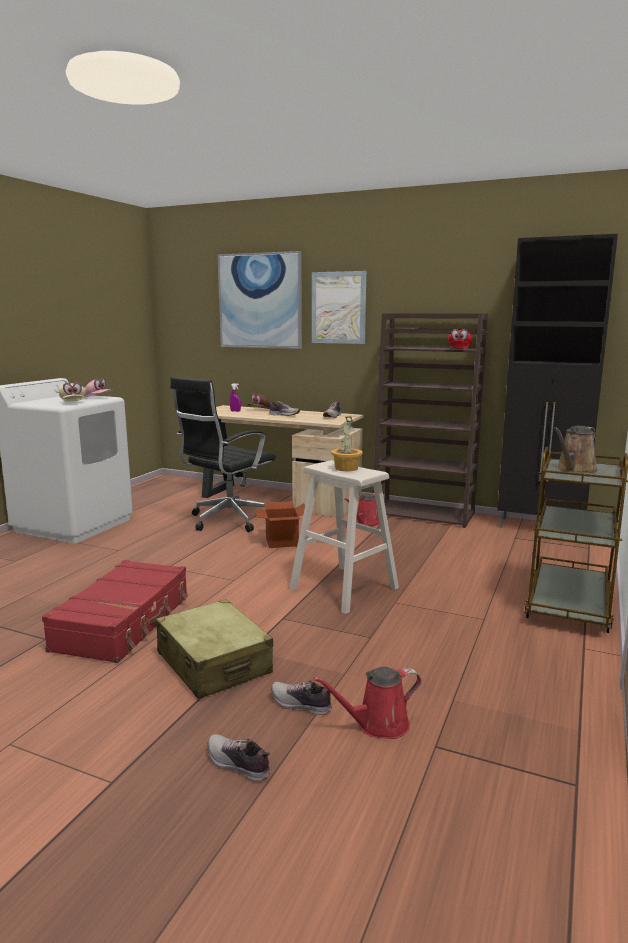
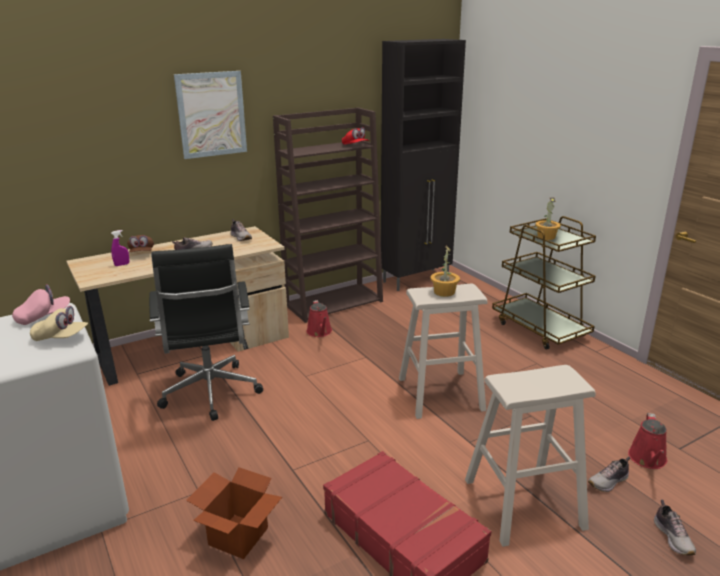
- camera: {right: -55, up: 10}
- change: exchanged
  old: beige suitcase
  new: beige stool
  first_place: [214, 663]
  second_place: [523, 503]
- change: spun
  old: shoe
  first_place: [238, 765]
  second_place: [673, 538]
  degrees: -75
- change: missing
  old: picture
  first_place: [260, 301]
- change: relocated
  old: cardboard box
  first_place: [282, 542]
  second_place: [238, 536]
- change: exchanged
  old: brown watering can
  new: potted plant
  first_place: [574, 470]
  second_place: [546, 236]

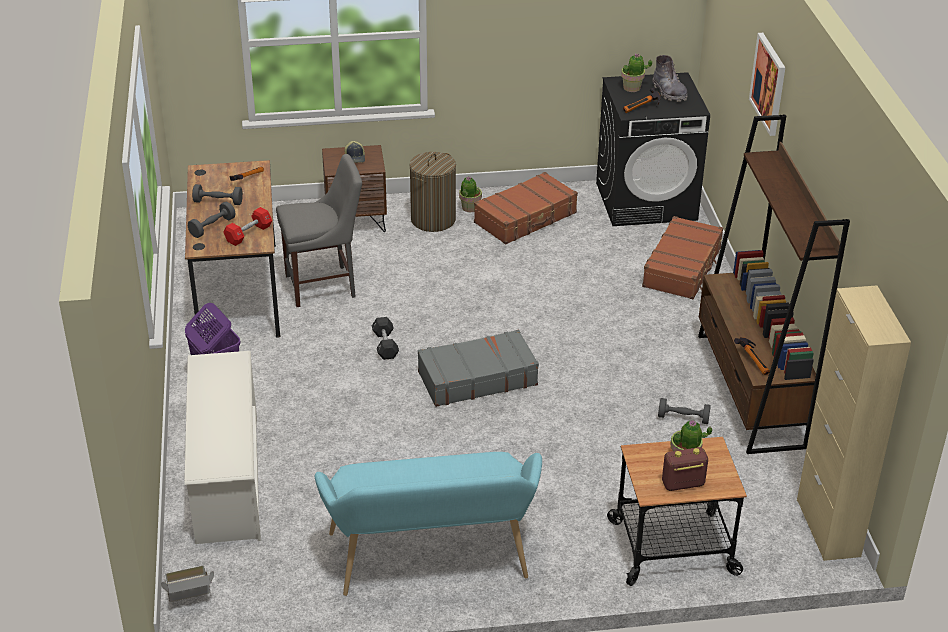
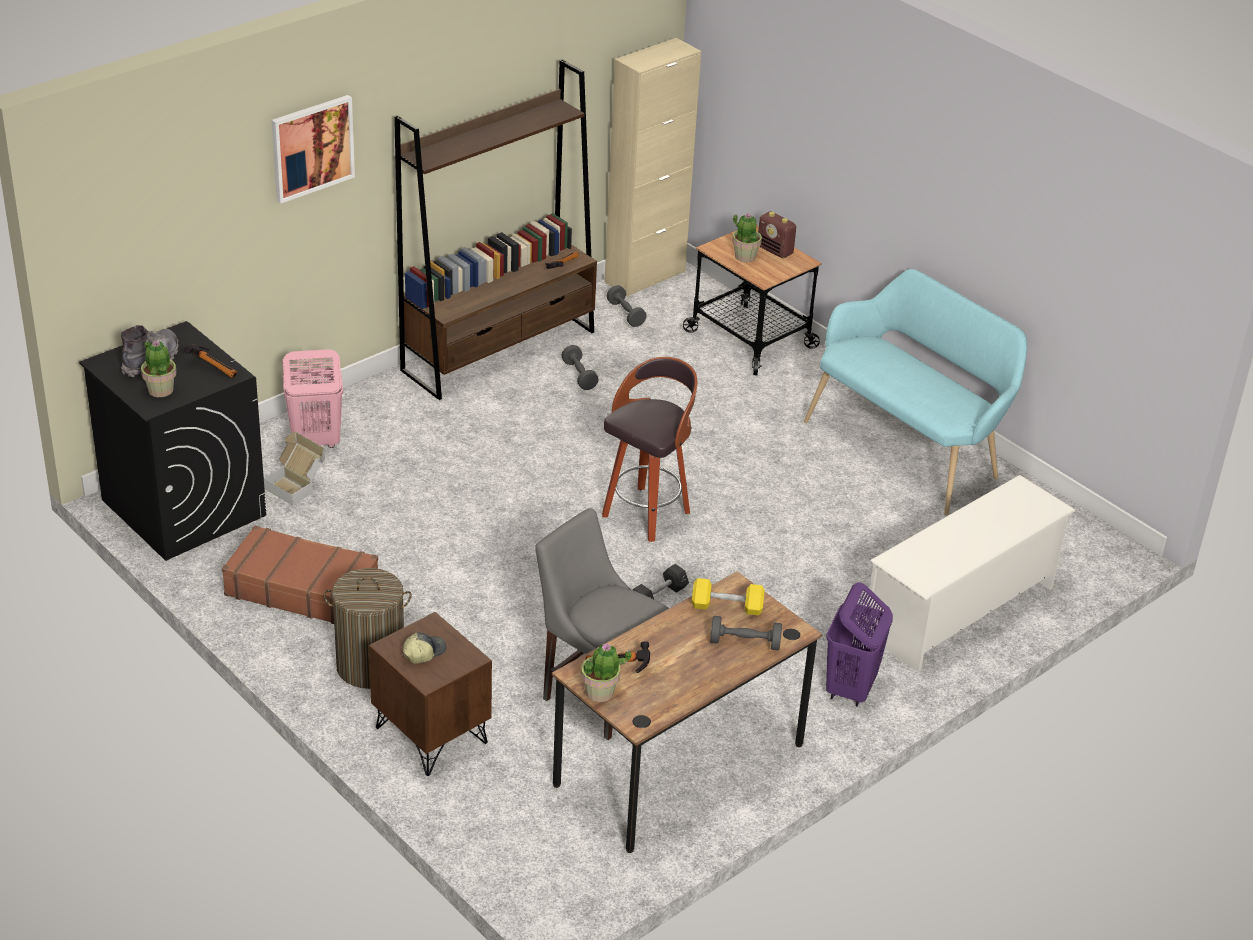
- camera: {right: -125, up: 0}
- change: relocated
  old: cardboard box
  first_place: [189, 596]
  second_place: [296, 486]
- change: relocated
  old: grey dumbbell
  first_place: [218, 202]
  second_place: [626, 314]
- change: colour
  old: red dumbbell
  new: yellow dumbbell
  first_place: [248, 234]
  second_place: [727, 606]
- change: exchanged
  old: grey suitcase
  new: stool
  first_place: [477, 378]
  second_place: [647, 513]
- change: relocated
  old: potted plant
  first_place: [470, 208]
  second_place: [600, 692]
- change: exchanged
  old: brown suitcase
  new: pink laundry basket
  first_place: [683, 267]
  second_place: [315, 442]

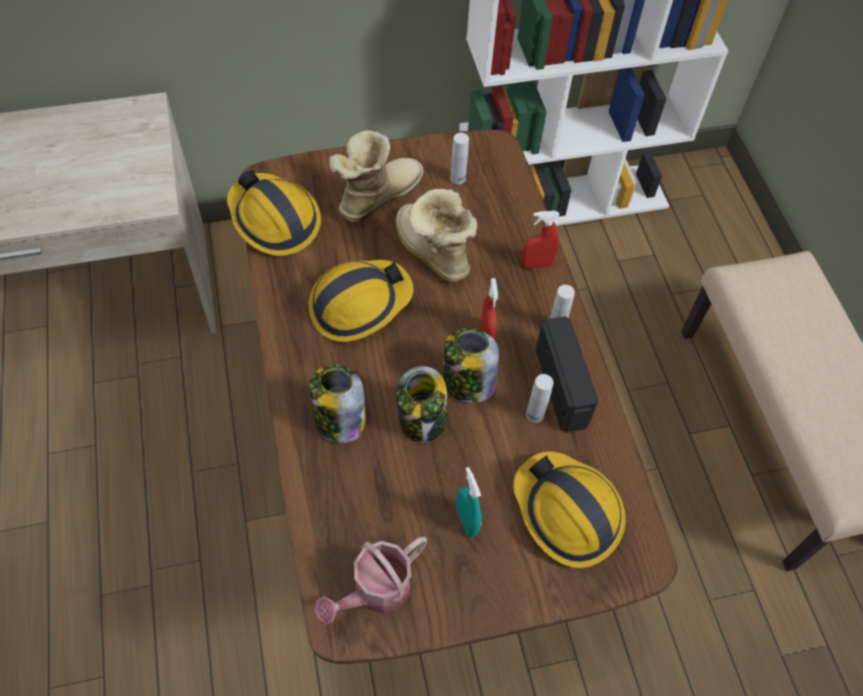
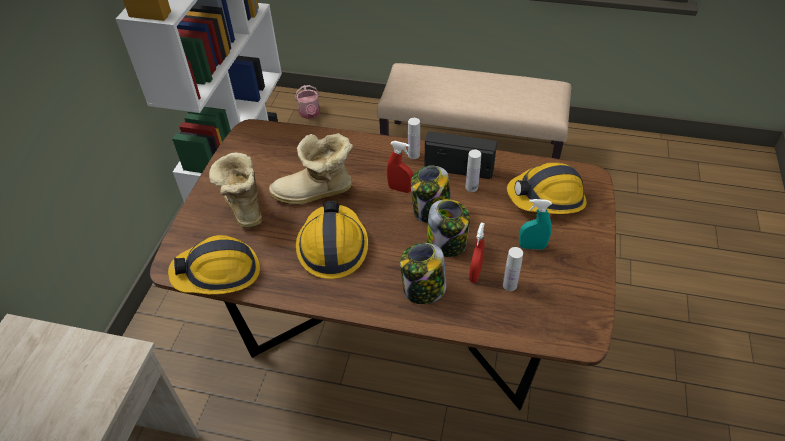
- camera: {right: -60, up: -10}
- change: relocated
  old: watering can
  first_place: [375, 591]
  second_place: [310, 114]
- change: relocated
  old: white bottle
  first_place: [457, 178]
  second_place: [509, 285]
- change: relocated
  old: red spray bottle
  first_place: [536, 264]
  second_place: [475, 273]

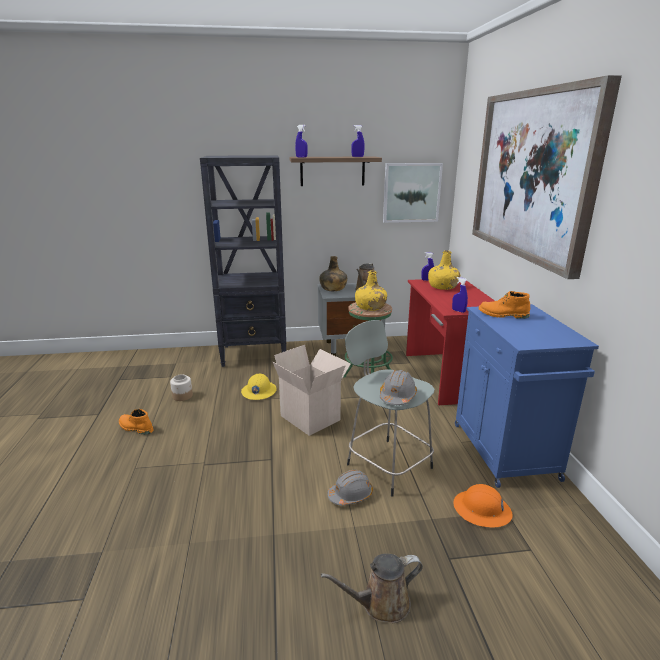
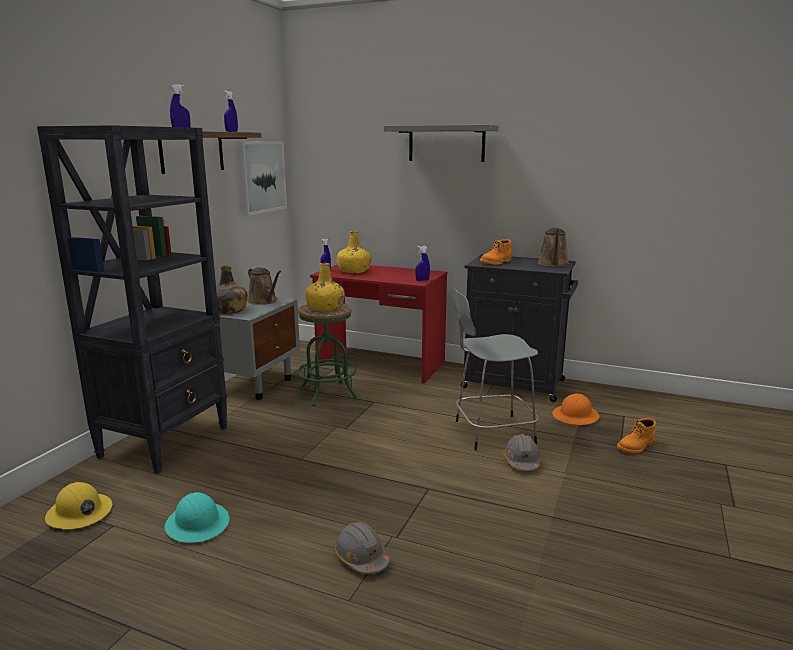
- camera: {right: -60, up: -5}
- change: relocated
  old: orange boot
  first_place: [135, 428]
  second_place: [636, 447]
- change: exchanged
  old: jar
  new: turquoise hard hat
  first_place: [182, 396]
  second_place: [198, 524]
- change: relocated
  old: yellow hard hat
  first_place: [258, 391]
  second_place: [79, 513]
- change: missing
  old: cardboard box
  first_place: [312, 417]
- change: relocated
  old: brown watering can
  first_place: [381, 603]
  second_place: [553, 264]
- change: relocated
  old: grey hard hat
  first_place: [397, 396]
  second_place: [361, 558]
- change: colour
  old: blue cabinet
  new: black cabinet
  first_place: [505, 453]
  second_place: [515, 384]
- change: exchanged
  old: picture
  new: grey shelf
  first_place: [532, 175]
  second_place: [446, 143]

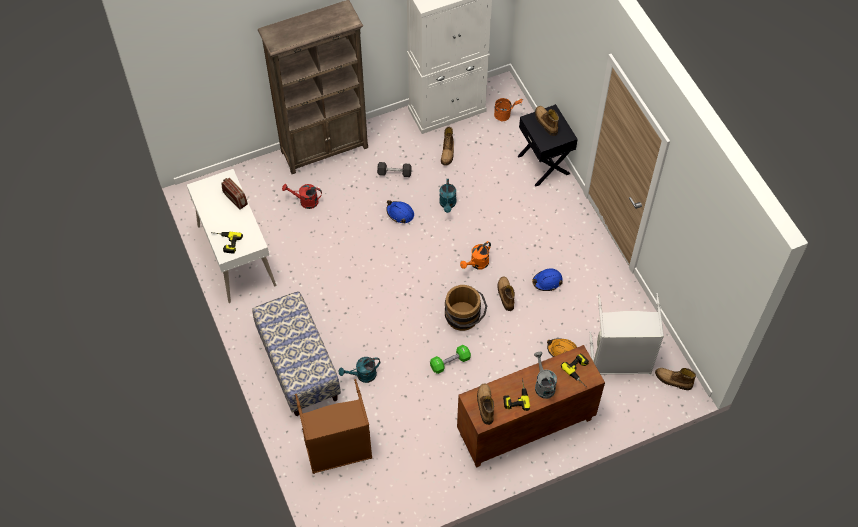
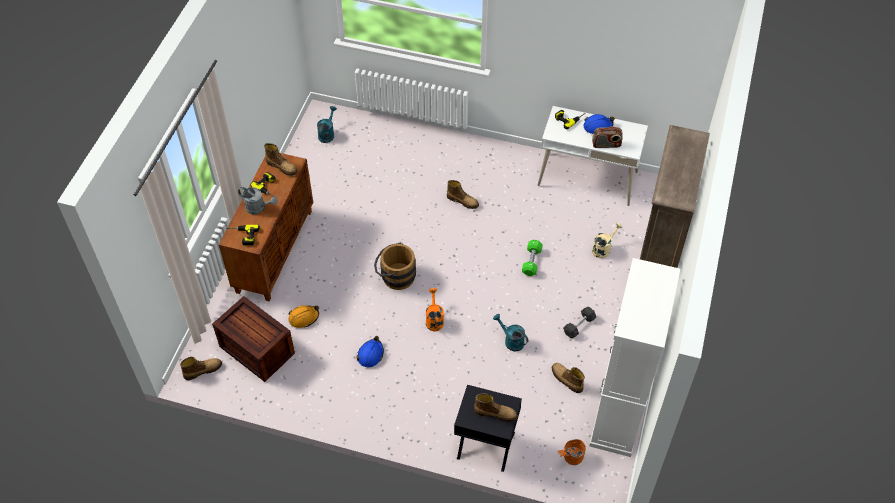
- camera: {right: 130, up: -5}
- change: missing
  old: bench
  first_place: [298, 366]
- change: colour
  old: red watering can
  new: beige watering can
  first_place: [305, 201]
  second_place: [603, 248]
- change: missing
  old: brown laundry basket
  first_place: [338, 451]
- change: relocated
  old: turquoise watering can
  first_place: [362, 375]
  second_place: [327, 134]
- change: relocated
  old: blue hard hat
  first_place: [400, 213]
  second_place: [597, 127]
- change: relocated
  old: green dumbbell
  first_place: [450, 362]
  second_place: [531, 262]
- change: relocated
  old: boot
  first_place: [505, 295]
  second_place: [463, 201]
- change: exchanged
  old: grey laundry basket
  new: crate
  first_place: [620, 360]
  second_place: [256, 349]

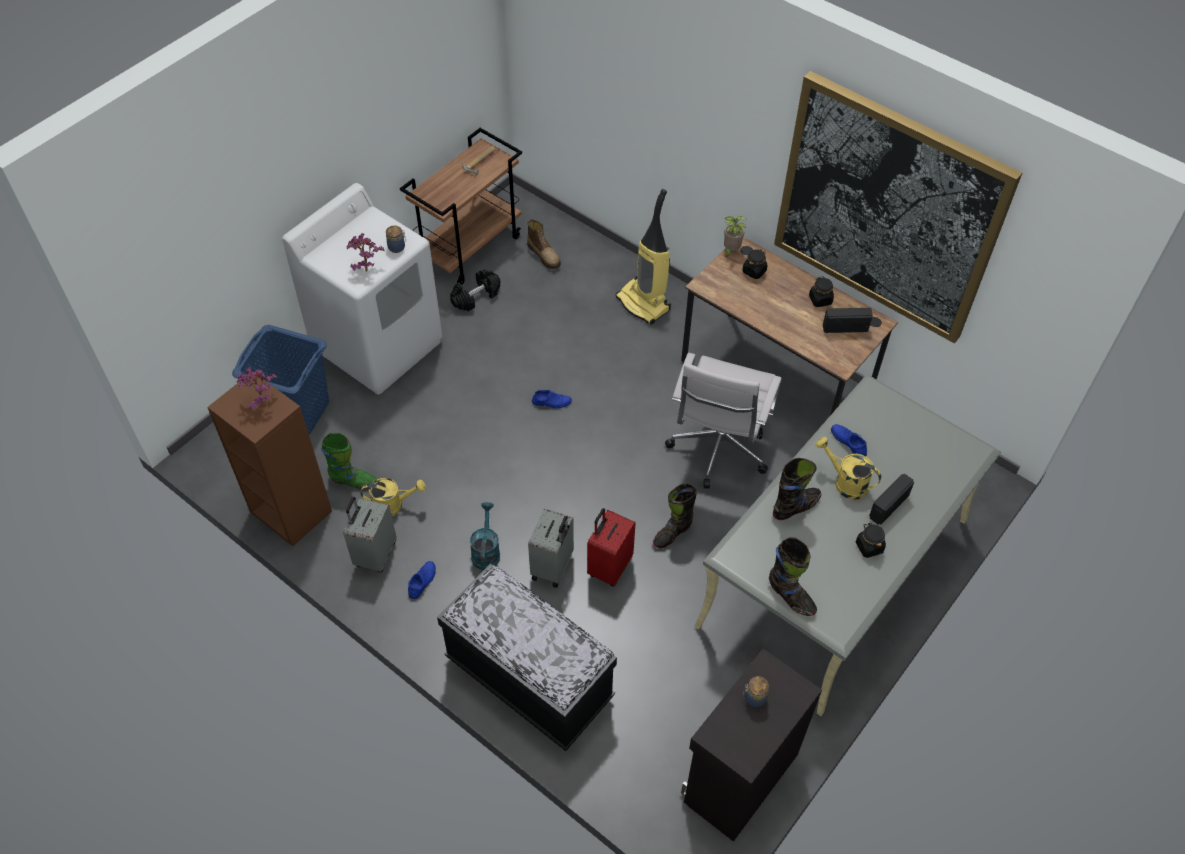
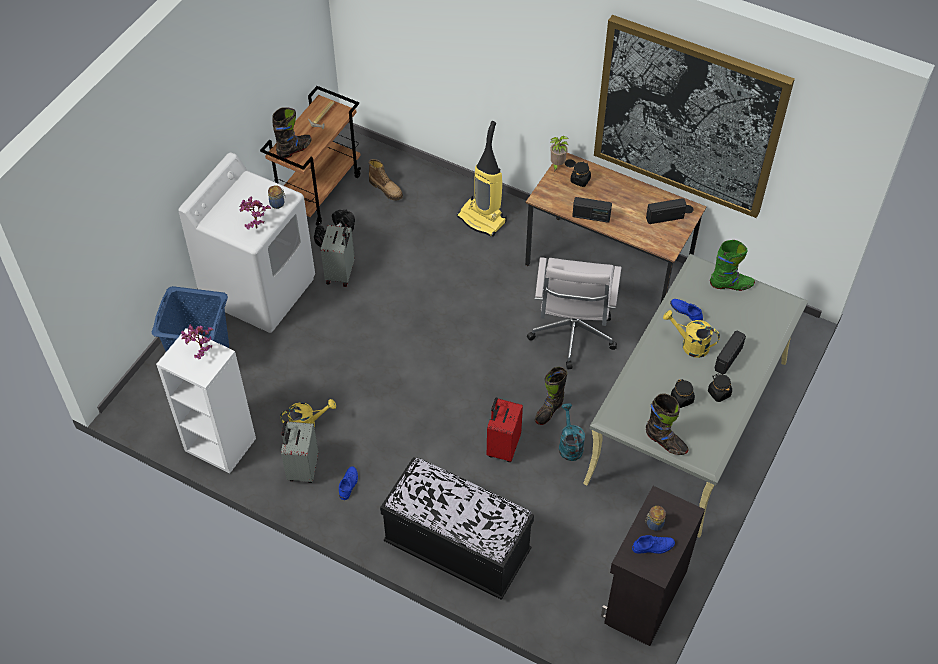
- camera: {right: -10, up: 0}
- change: colour
  old: brown bookcase
  new: white bookcase
  first_place: [290, 511]
  second_place: [219, 445]
- change: relocated
  old: green boot
  first_place: [353, 481]
  second_place: [731, 285]
- change: relocated
  old: turquoise watering can
  first_place: [486, 551]
  second_place: [569, 445]
- change: relocated
  old: grey suitcase
  first_place: [553, 567]
  second_place: [341, 273]
- change: relocated
  old: blue shoe
  first_place: [551, 402]
  second_place: [653, 546]
- change: relocated
  old: black boot
  first_place: [796, 507]
  second_place: [294, 149]
- change: relocated
  old: black jar
  first_place: [820, 300]
  second_place: [682, 399]
- change: appeared
  new: radio
  second_place: [591, 216]

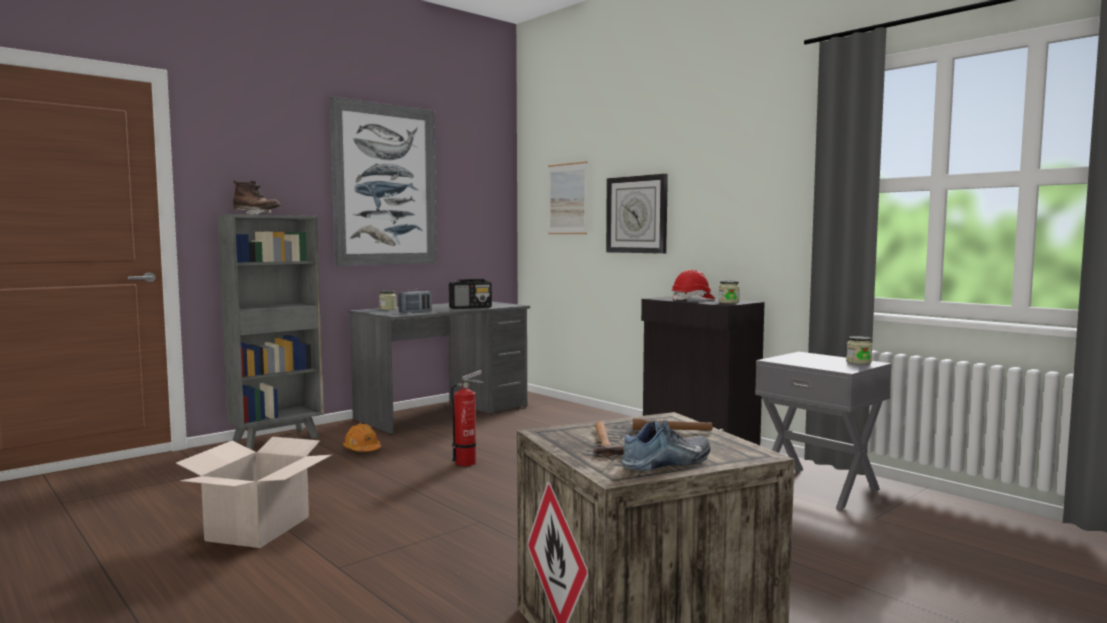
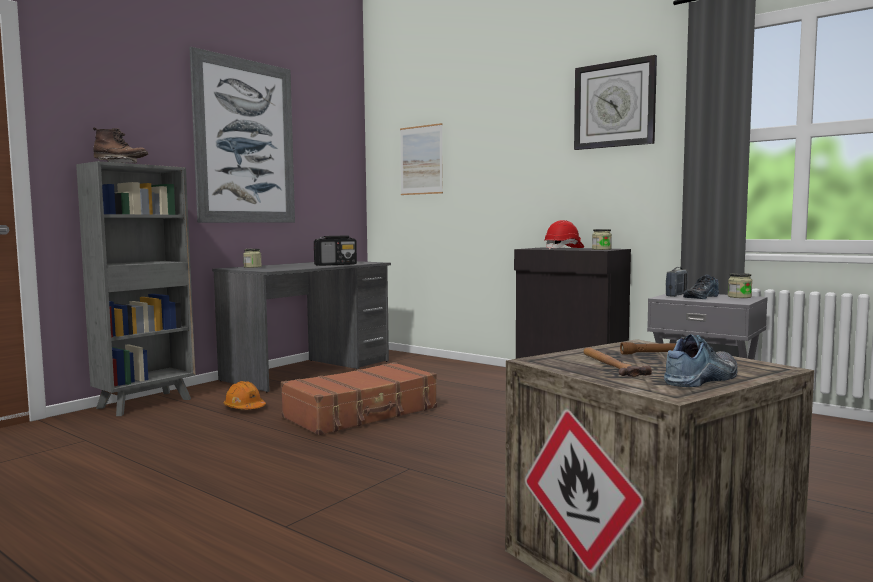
- camera: {right: -10, up: 0}
- change: missing
  old: cardboard box
  first_place: [258, 528]
- change: relocated
  old: radio
  first_place: [415, 312]
  second_place: [676, 295]
- change: exchanged
  old: fire extinguisher
  new: brown suitcase
  first_place: [468, 462]
  second_place: [362, 413]
- change: relocated
  old: wall clock
  first_place: [637, 214]
  second_place: [614, 105]
- change: appeared
  new: shoe
  second_place: [700, 297]

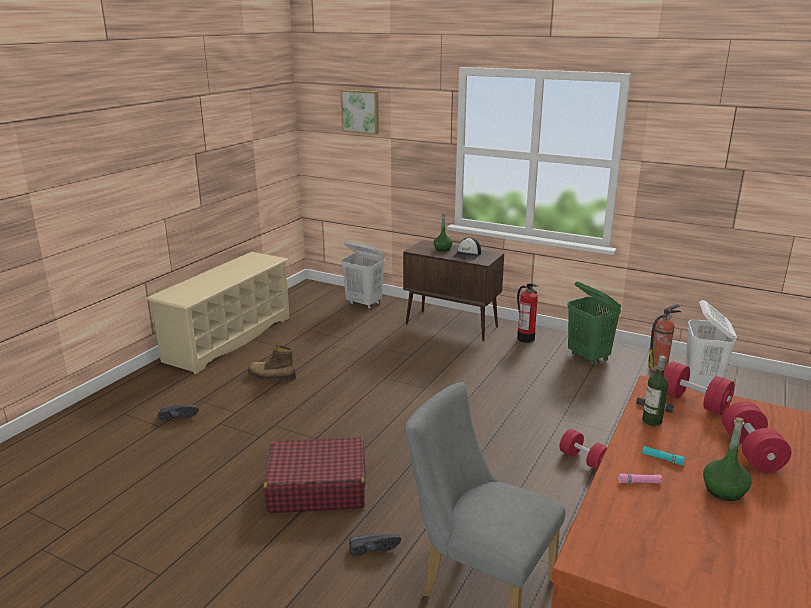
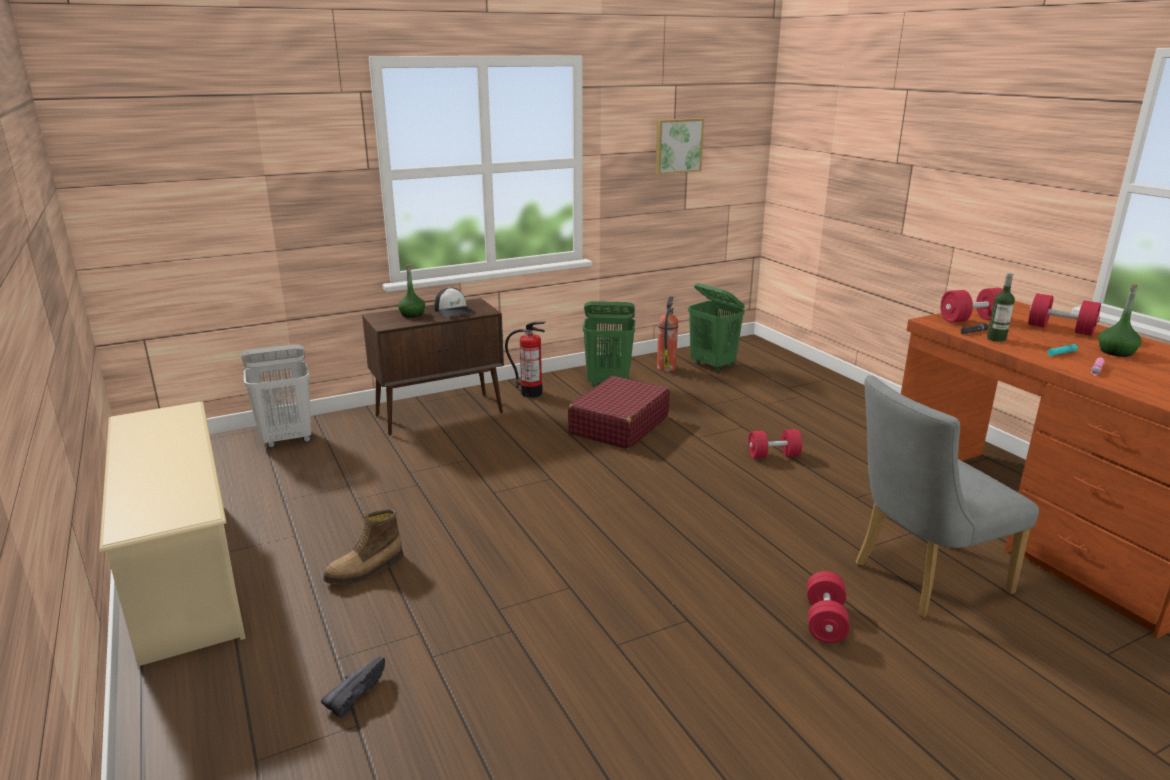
- camera: {right: -55, up: 0}
- change: relocated
  old: red suitcase
  first_place: [316, 488]
  second_place: [618, 425]
- change: relocated
  old: picture
  first_place: [361, 111]
  second_place: [678, 145]
- change: exchanged
  old: black shoe
  new: red dumbbell
  first_place: [373, 547]
  second_place: [825, 621]
- change: colour
  old: white laundry basket
  new: green laundry basket
  first_place: [702, 384]
  second_place: [713, 365]

